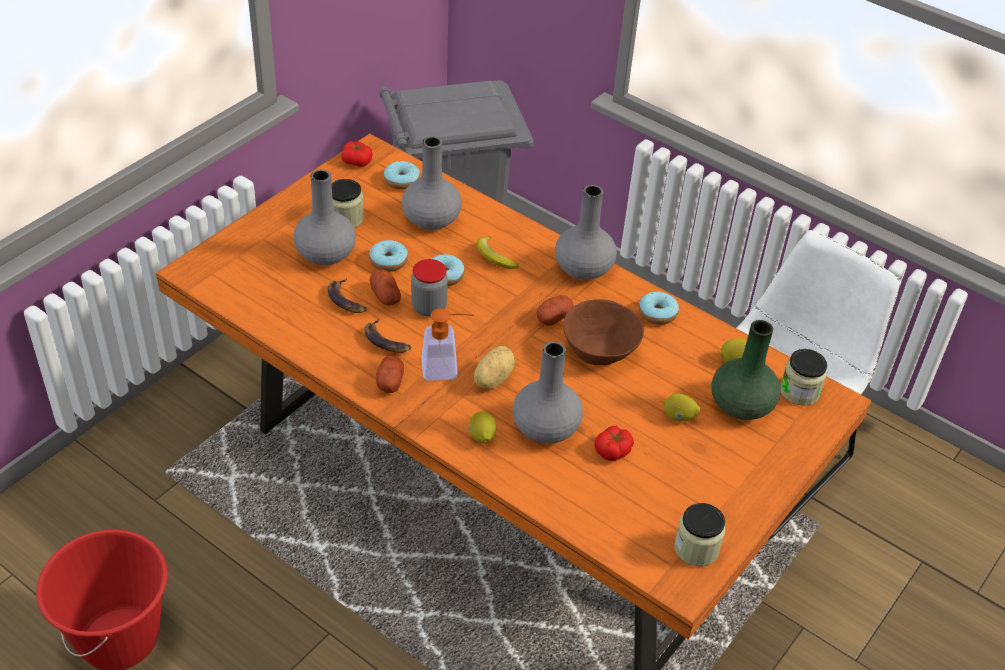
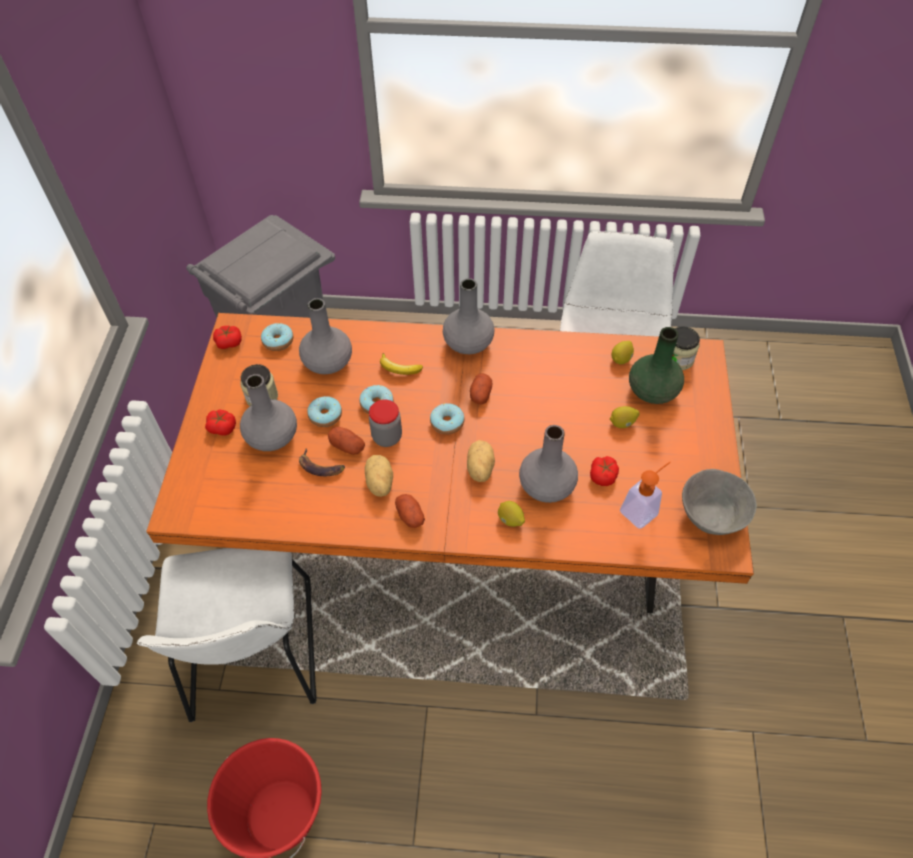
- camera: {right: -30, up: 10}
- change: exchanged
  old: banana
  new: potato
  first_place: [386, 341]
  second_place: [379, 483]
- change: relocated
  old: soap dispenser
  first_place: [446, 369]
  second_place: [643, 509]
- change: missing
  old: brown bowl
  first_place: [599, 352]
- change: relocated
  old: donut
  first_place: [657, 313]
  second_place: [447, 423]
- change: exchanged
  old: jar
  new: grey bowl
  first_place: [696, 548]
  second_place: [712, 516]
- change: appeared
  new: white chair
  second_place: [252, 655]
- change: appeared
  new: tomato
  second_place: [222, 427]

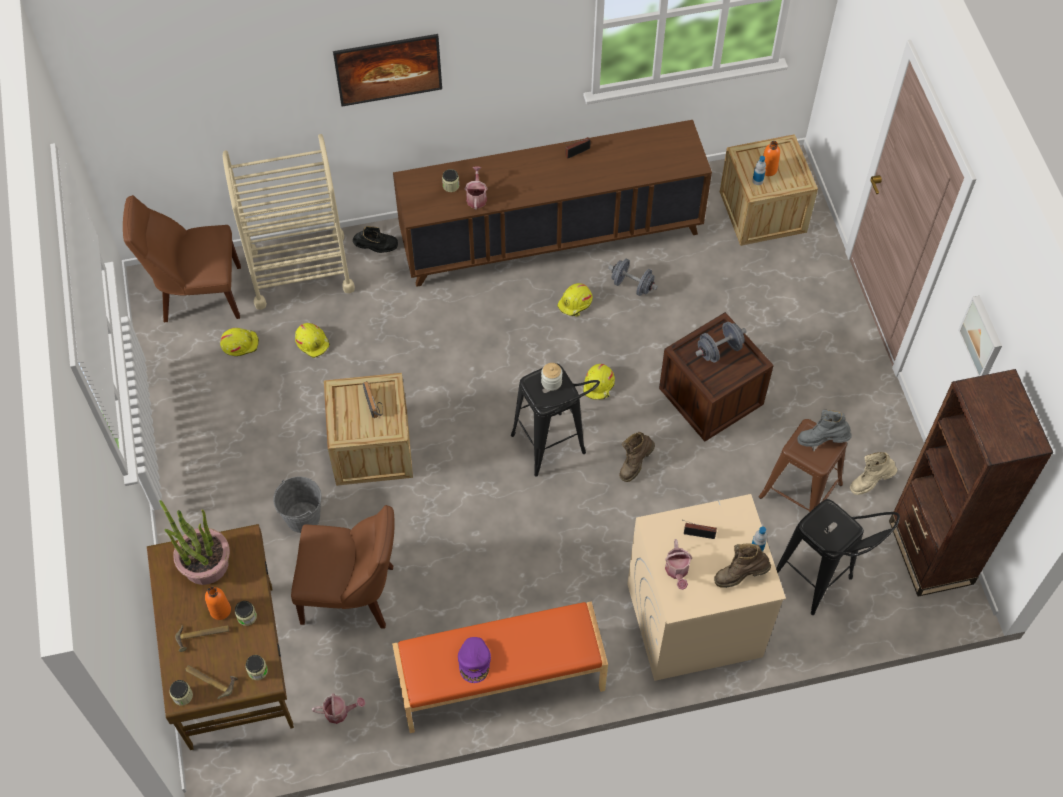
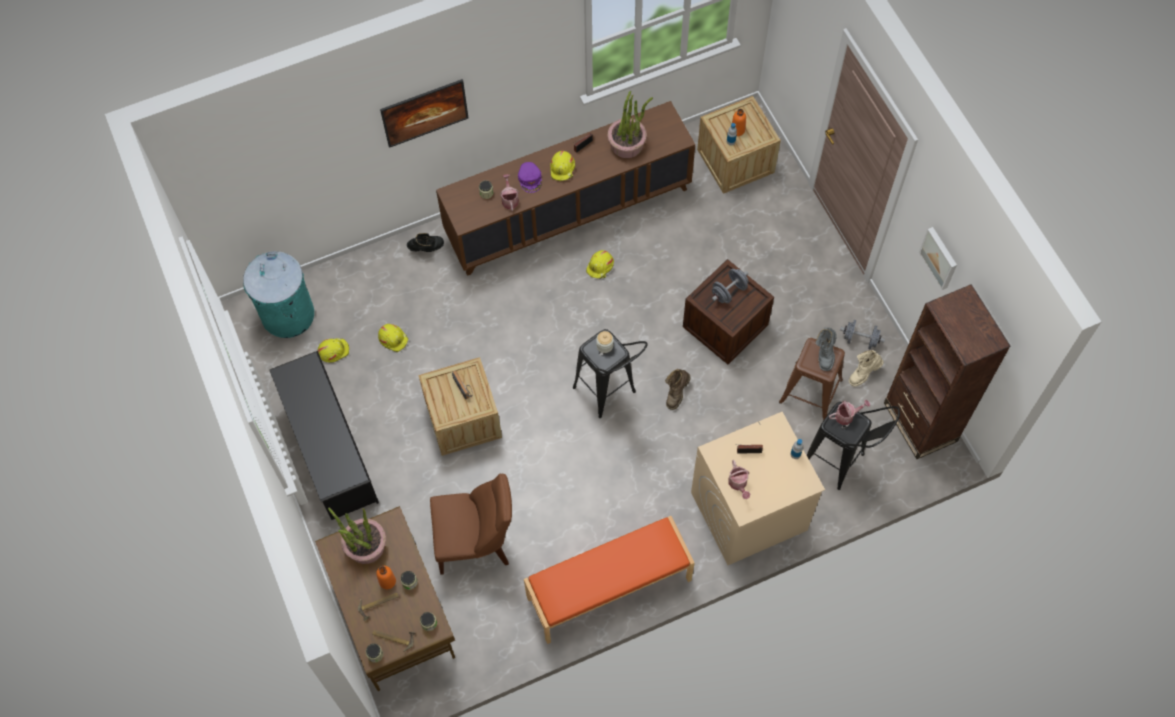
- camera: {right: -10, up: 5}
- change: exchanged
  old: brown chair
  new: turquoise trash can
  first_place: [197, 294]
  second_place: [287, 315]
- change: missing
  old: beige cart
  first_place: [300, 270]
- change: missing
  old: grey bucket
  first_place: [302, 517]
- change: relocated
  old: watering can
  first_place: [340, 712]
  second_place: [847, 416]
- change: relocated
  old: purple cap
  first_place: [474, 661]
  second_place: [530, 179]
- change: relocated
  old: yellow hard hat
  first_place: [599, 385]
  second_place: [563, 169]
- change: relocated
  old: grey dumbbell
  first_place: [632, 285]
  second_place: [860, 340]
- change: missing
  old: brown boot
  first_place: [740, 575]
- change: spun
  old: grey boot
  first_place: [822, 440]
  second_place: [825, 353]
  degrees: -75
- change: appeared
  new: black shoe rack
  second_place: [330, 450]
- change: appeared
  new: potted plant
  second_place: [627, 144]

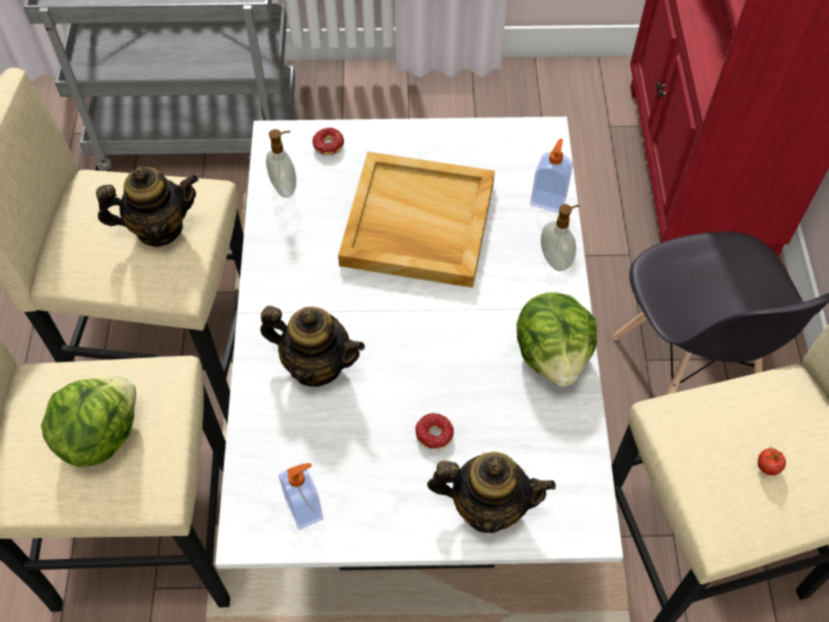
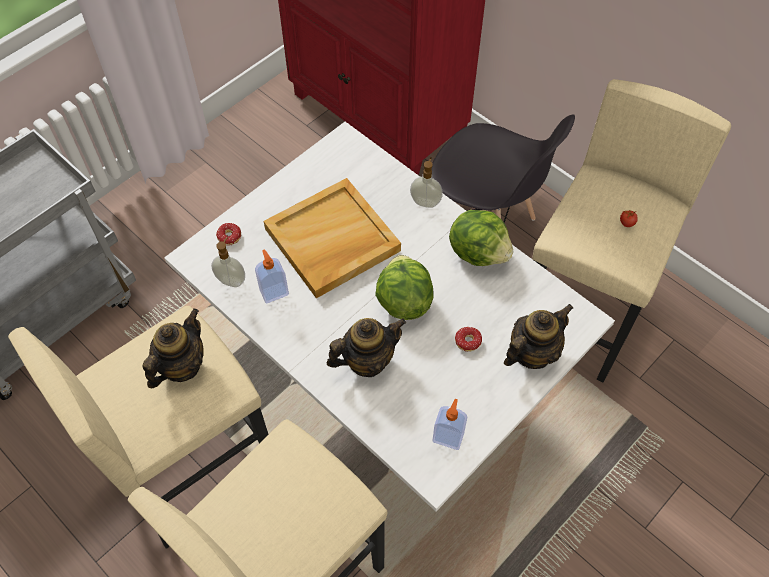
- camera: {right: -45, up: 0}
- change: relocated
  old: lettuce
  first_place: [99, 435]
  second_place: [403, 301]
- change: relocated
  old: soap dispenser
  first_place: [548, 200]
  second_place: [274, 292]

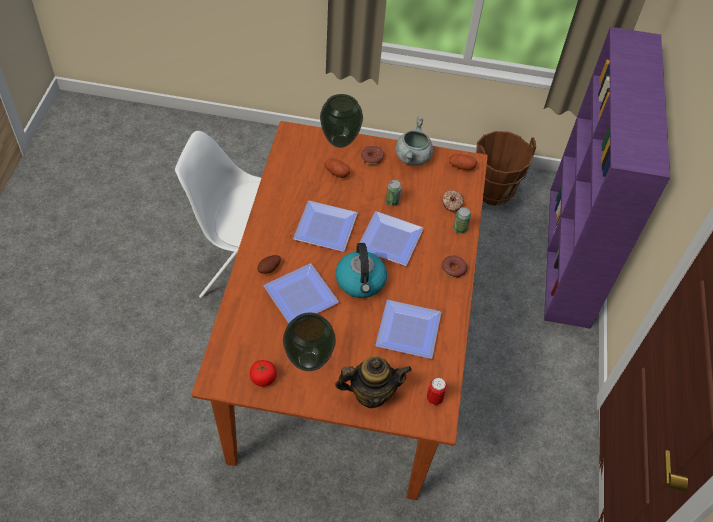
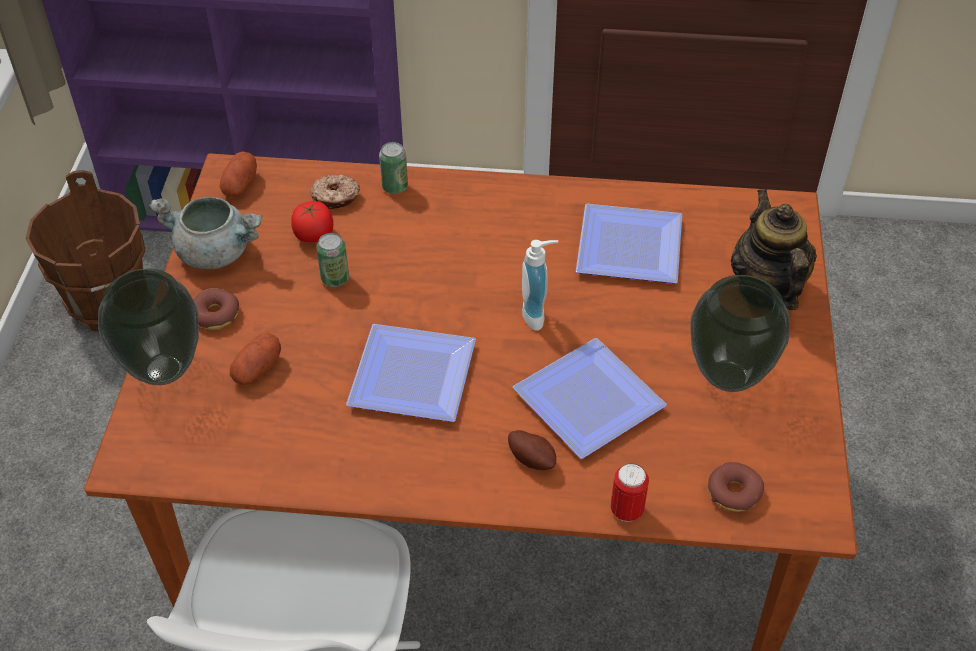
- camera: {right: -90, up: -5}
- change: relocated
  old: tomato
  first_place: [263, 378]
  second_place: [314, 235]
- change: exchanged
  old: kettle
  new: soap dispenser
  first_place: [361, 282]
  second_place: [538, 314]
- change: missing
  old: plate
  first_place: [391, 242]
- change: relocated
  old: can
  first_place: [434, 398]
  second_place: [626, 510]
- change: relocated
  old: donut
  first_place: [453, 269]
  second_place: [733, 492]

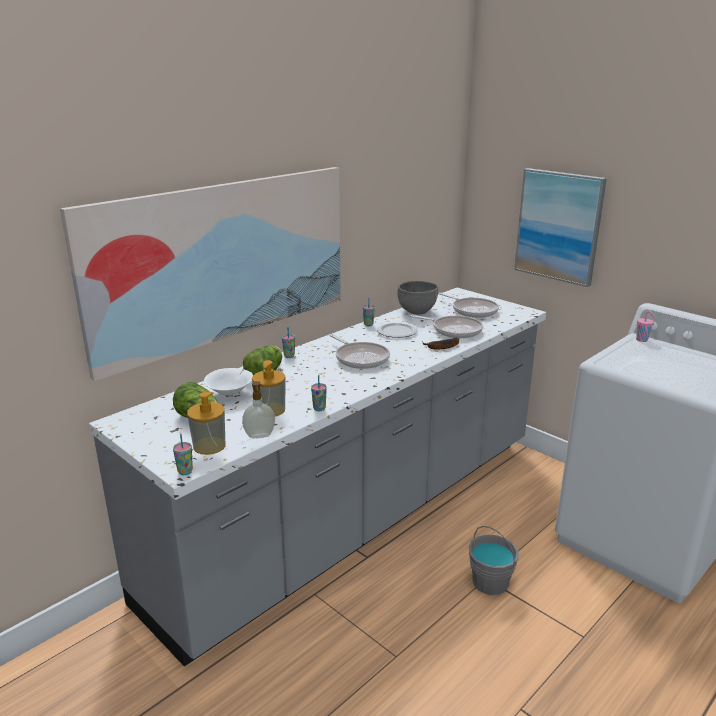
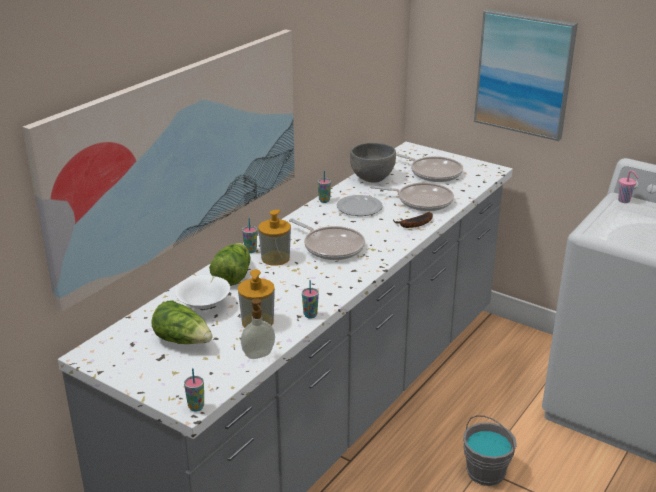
- camera: {right: -10, up: 5}
- change: relocated
  old: soap dispenser
  first_place: [209, 446]
  second_place: [275, 258]

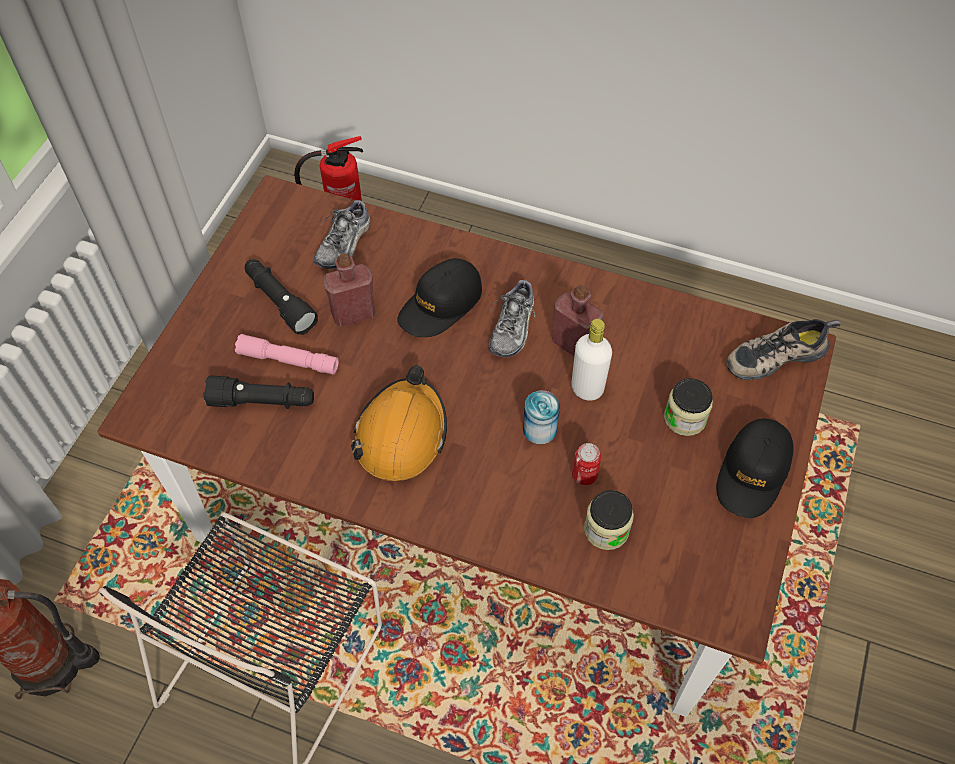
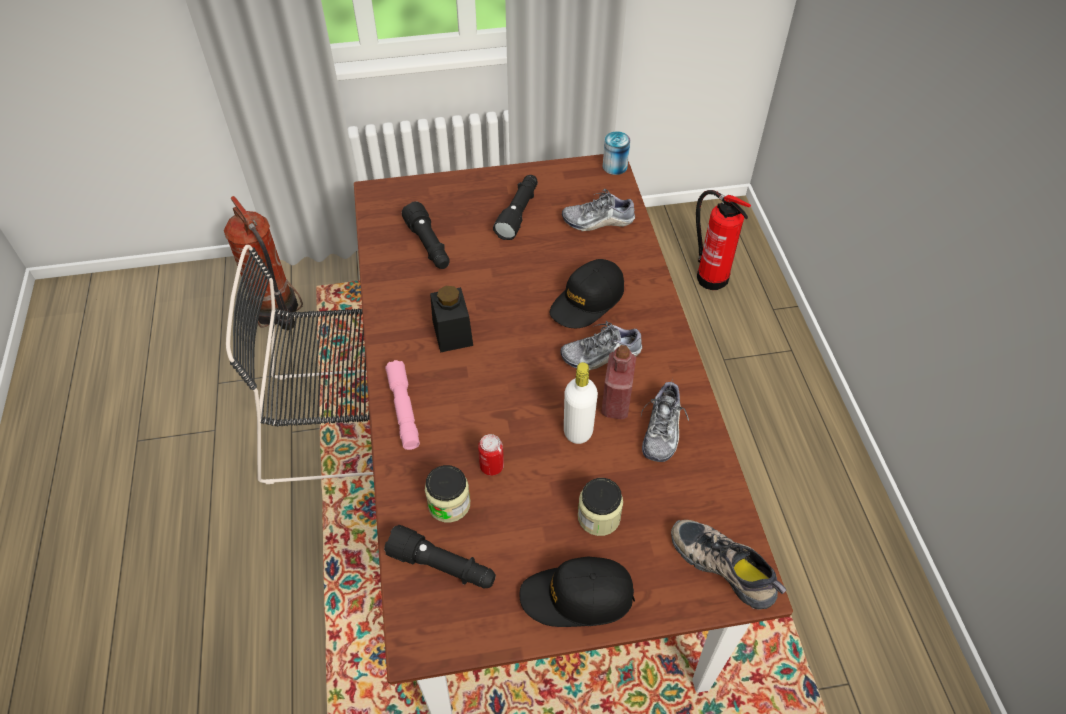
- camera: {right: 60, up: -5}
- change: relocated
  old: pink flashlight
  first_place: [288, 360]
  second_place: [404, 410]
- change: missing
  old: red bottle
  first_place: [353, 314]
- change: exchanged
  old: orange hard hat
  new: black jar
  first_place: [401, 434]
  second_place: [452, 333]
- change: spun
  old: black cap
  first_place: [440, 305]
  second_place: [587, 301]
  degrees: -60
- change: relocated
  old: can
  first_place: [539, 429]
  second_place: [615, 166]
- change: appeared
  new: black flashlight
  second_place: [443, 566]
- change: appeared
  new: shoe
  second_place: [662, 429]

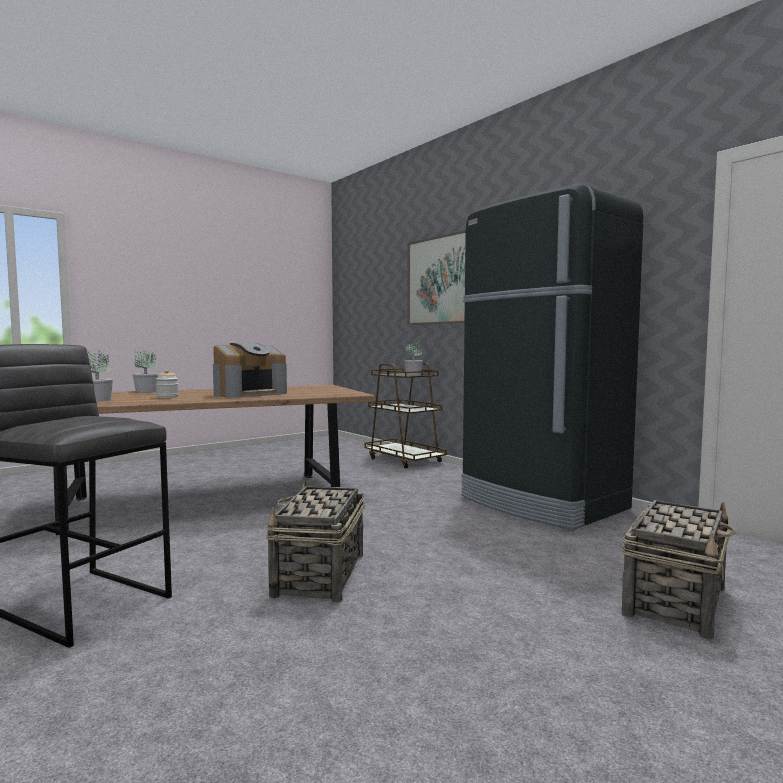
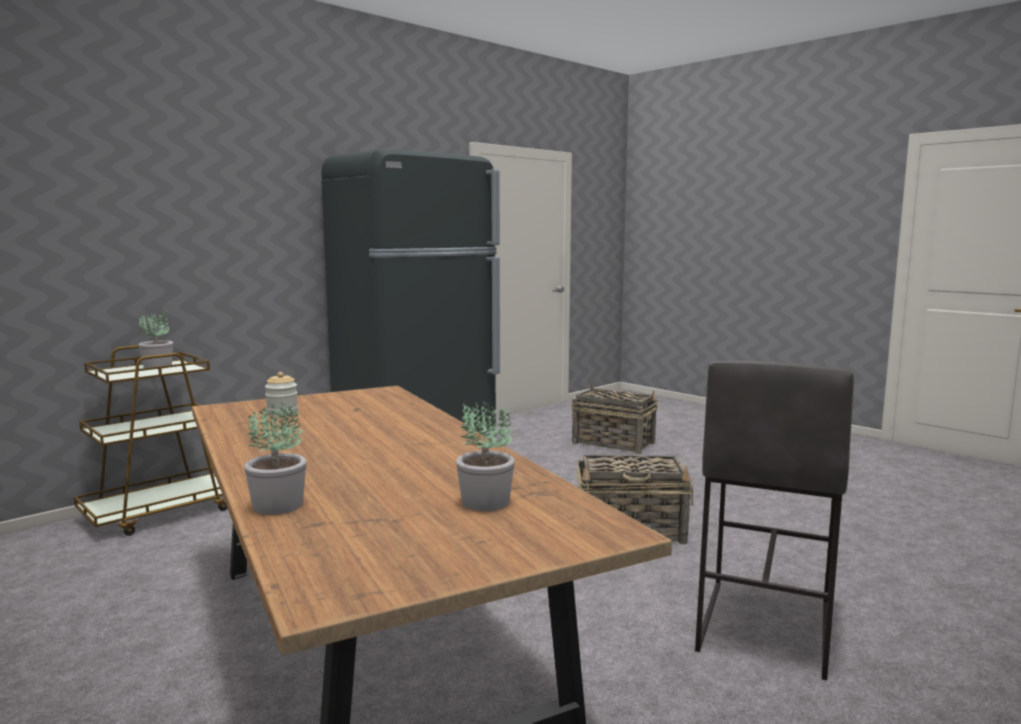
- camera: {right: -95, up: 5}
- change: relocated
  old: jar
  first_place: [167, 397]
  second_place: [282, 412]
- change: missing
  old: coffee machine
  first_place: [250, 394]
- change: missing
  old: picture
  first_place: [438, 280]

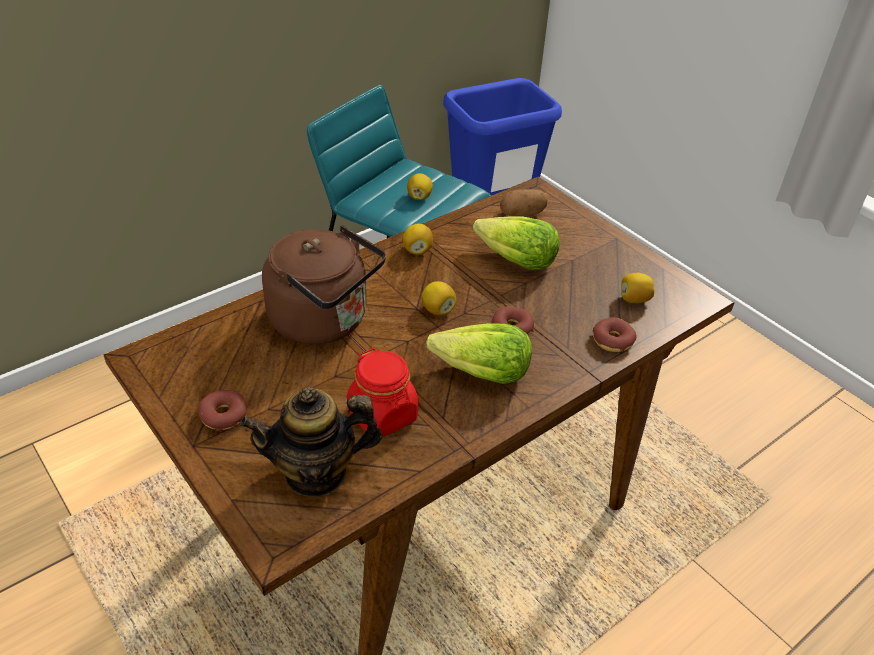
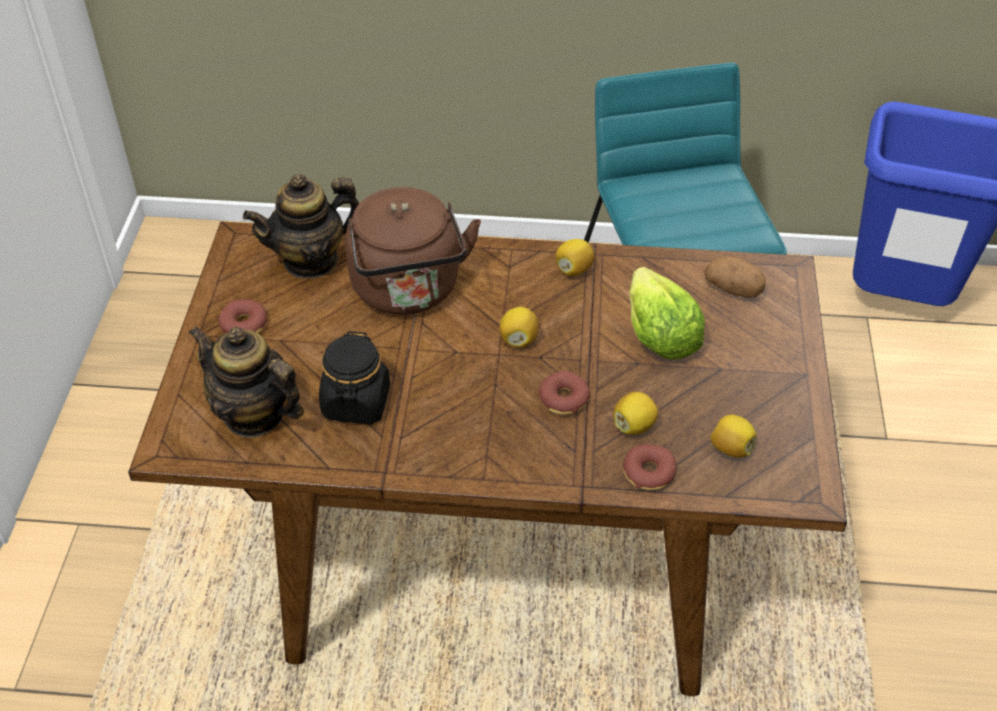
- camera: {right: 45, up: 5}
- change: colour
  old: red jar
  new: black jar
  first_place: [383, 415]
  second_place: [356, 403]
- change: relocated
  old: lemon
  first_place: [419, 197]
  second_place: [634, 425]
- change: missing
  old: lettuce
  first_place: [481, 373]
- change: appeared
  new: teapot
  second_place: [311, 260]

